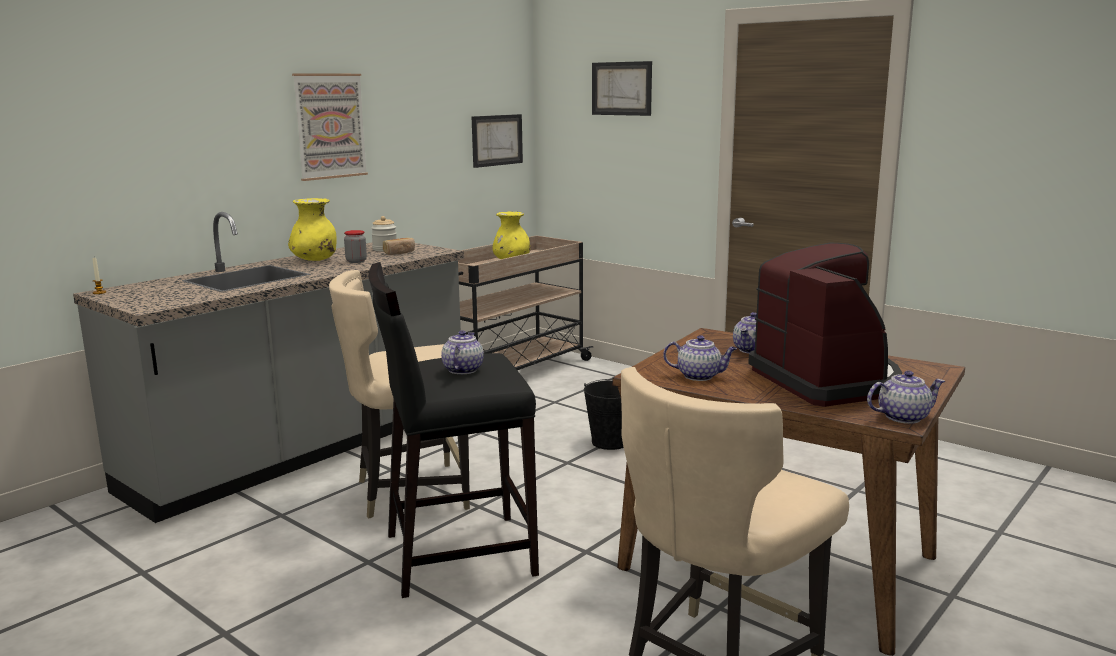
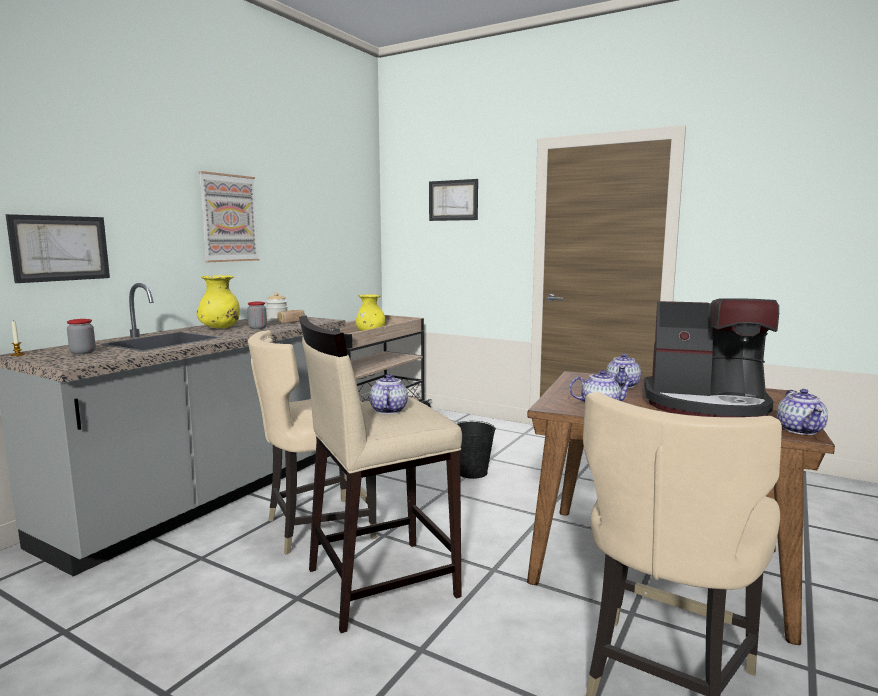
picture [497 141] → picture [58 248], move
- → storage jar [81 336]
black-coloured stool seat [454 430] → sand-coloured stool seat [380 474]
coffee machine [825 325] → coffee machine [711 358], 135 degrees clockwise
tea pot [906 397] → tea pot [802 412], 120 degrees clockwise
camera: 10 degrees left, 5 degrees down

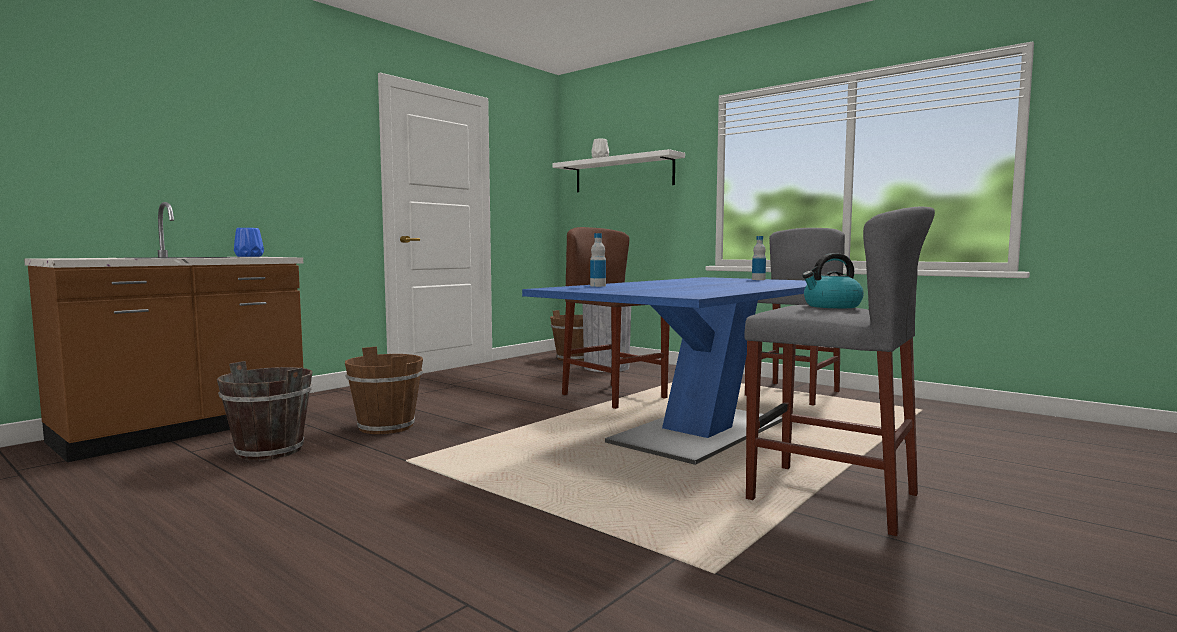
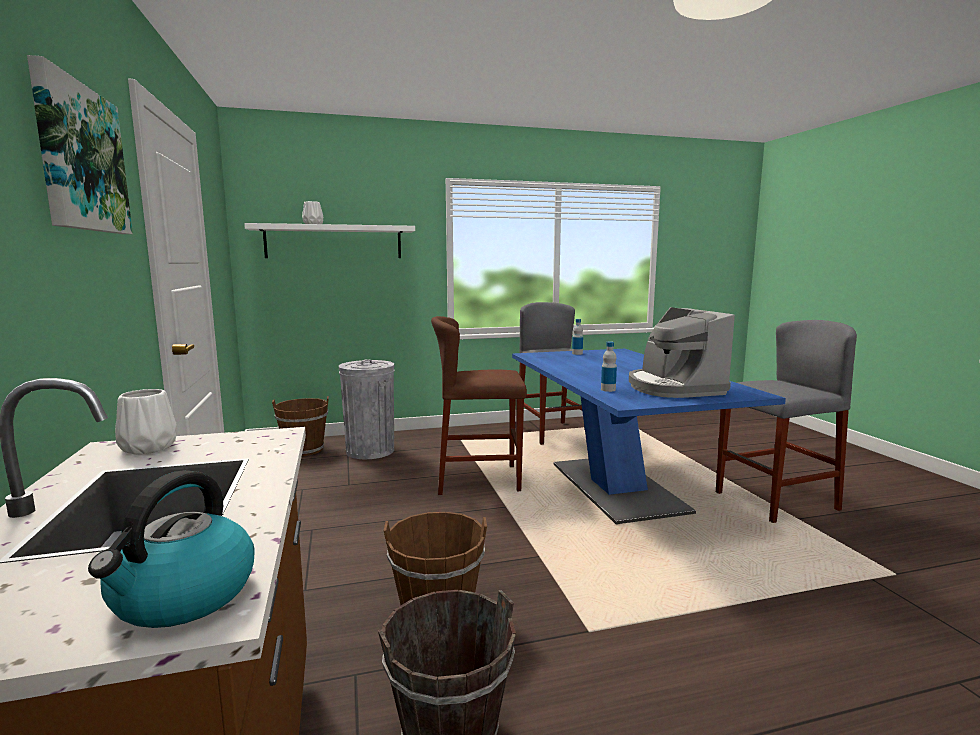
- → picture [80 144]
tea kettle [833 280] → tea kettle [171 549], move
bluish decorative vase [249 242] → white decorative vase [146 422]
- → coffee machine [682 352]
camera: 55 degrees left, 5 degrees up

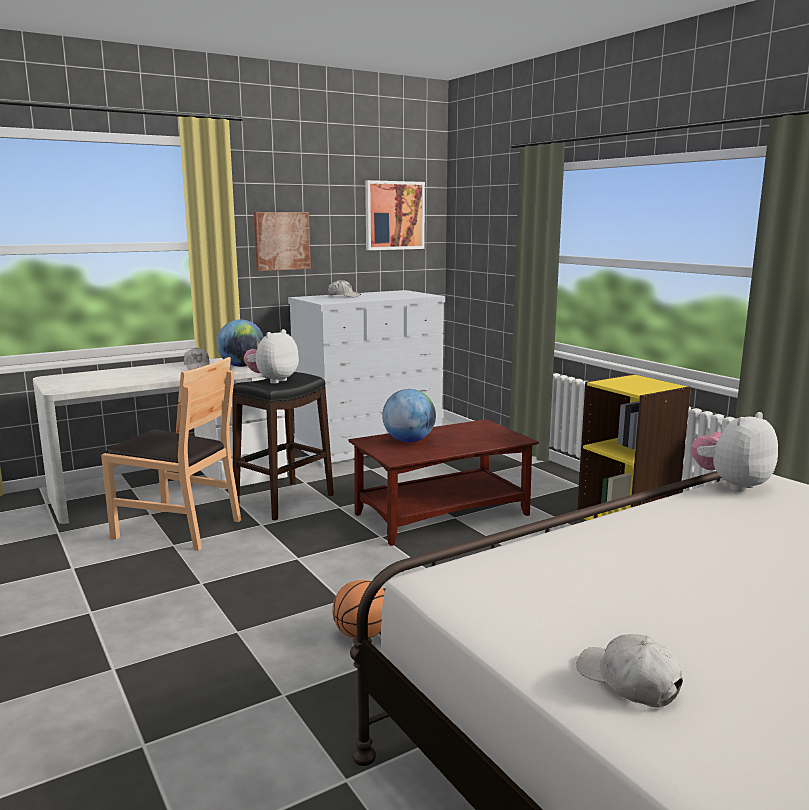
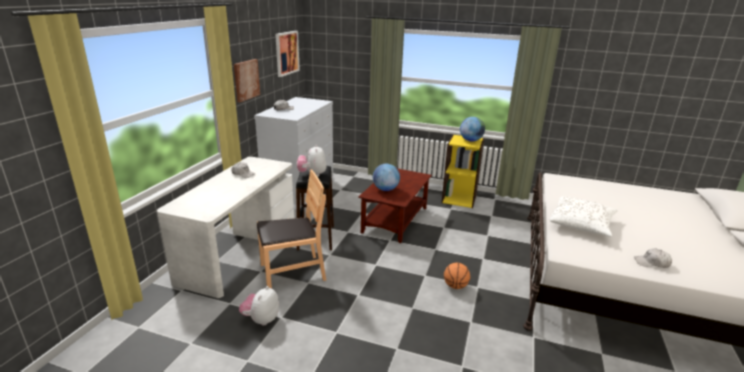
soft toy [734 452] → soft toy [259 306], move
world globe [240 343] → world globe [472 129], move
- → white cushion [583 216]
camera: 40 degrees left, 10 degrees up

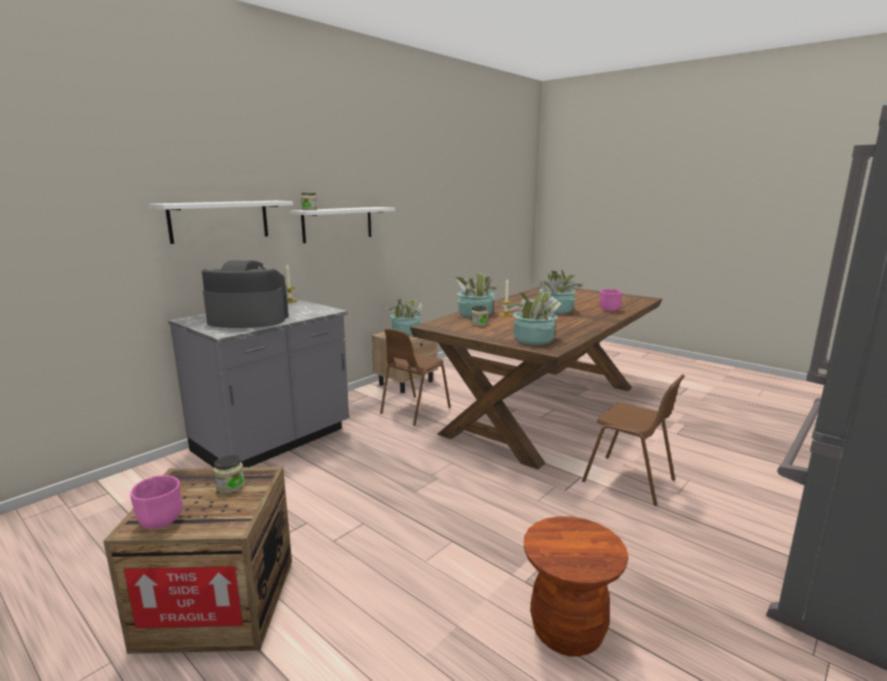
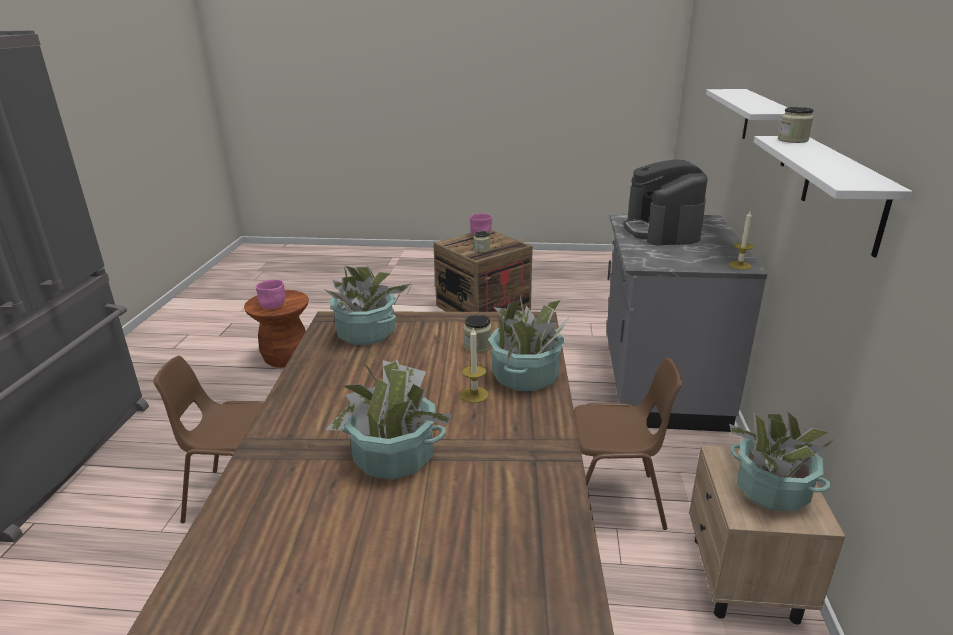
pink deep dish [610 300] → pink deep dish [270 294], move
brown upright chair [415 377] → brown upright chair [628 444], 90 degrees clockwise
coffee machine [245 294] → coffee machine [665 202], 120 degrees clockwise
camera: 145 degrees right, 10 degrees up

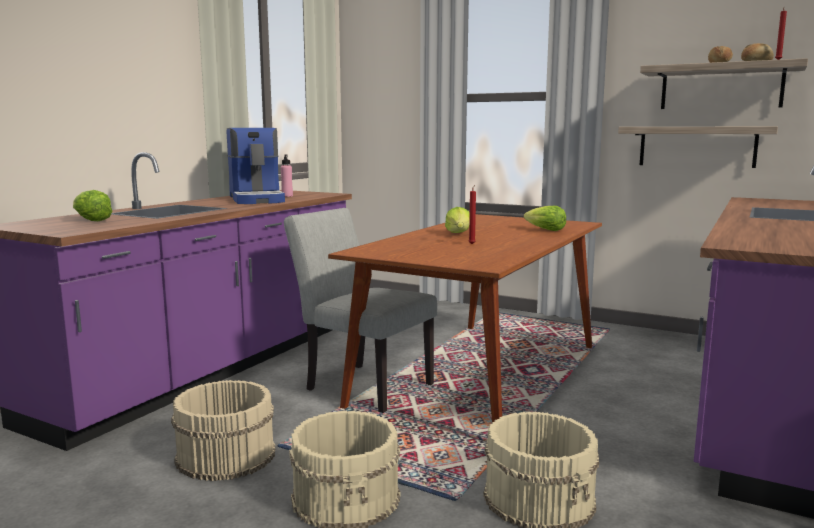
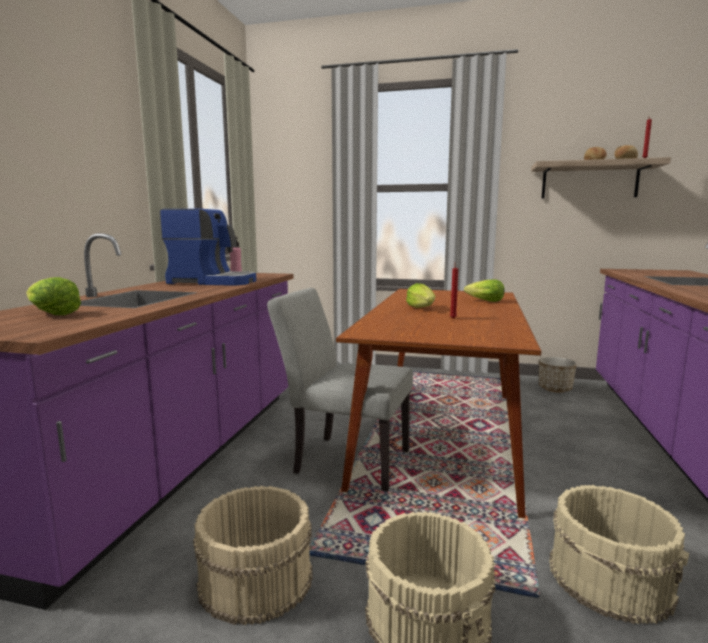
coffee machine [256 166] → coffee machine [208 247], 45 degrees counterclockwise
- → plant pot [558 375]
shelf [698 147] → -
camera: 15 degrees left, 0 degrees up

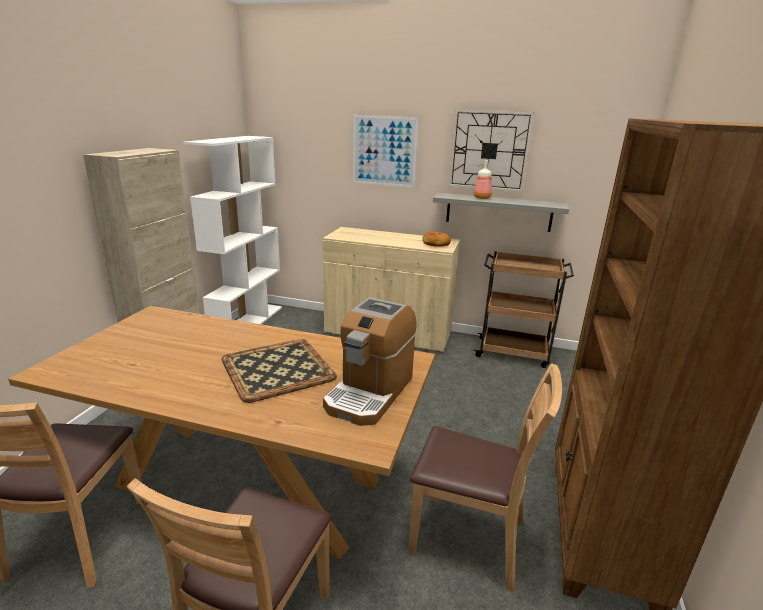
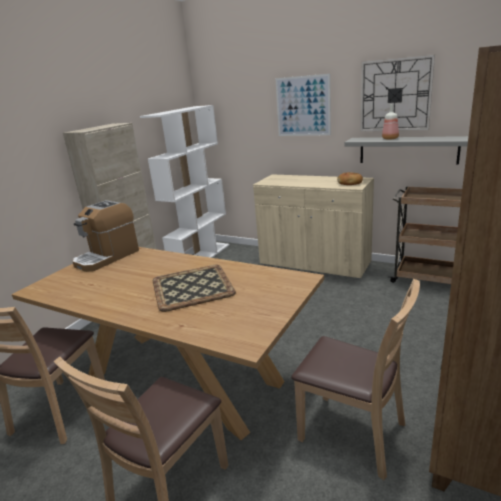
coffee machine [370 361] → coffee machine [105 236], move
camera: 15 degrees right, 0 degrees up

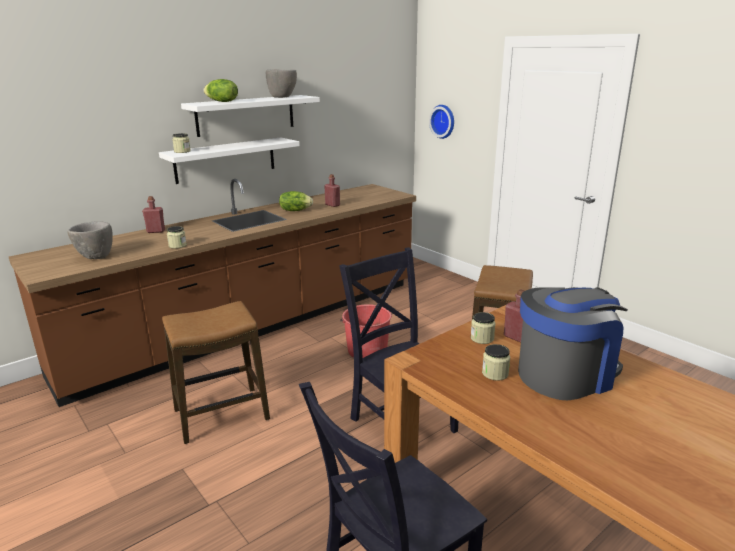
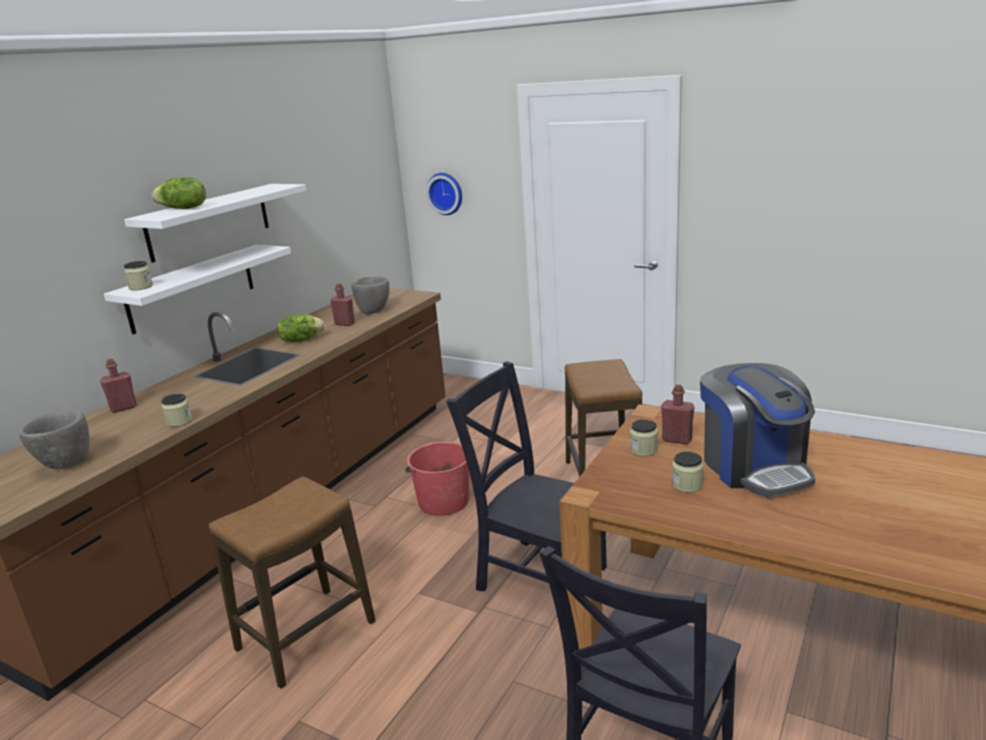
gray deep dish [281 83] → gray deep dish [370 295], move
coffee machine [573 343] → coffee machine [757 430], 120 degrees clockwise
camera: 20 degrees left, 0 degrees up

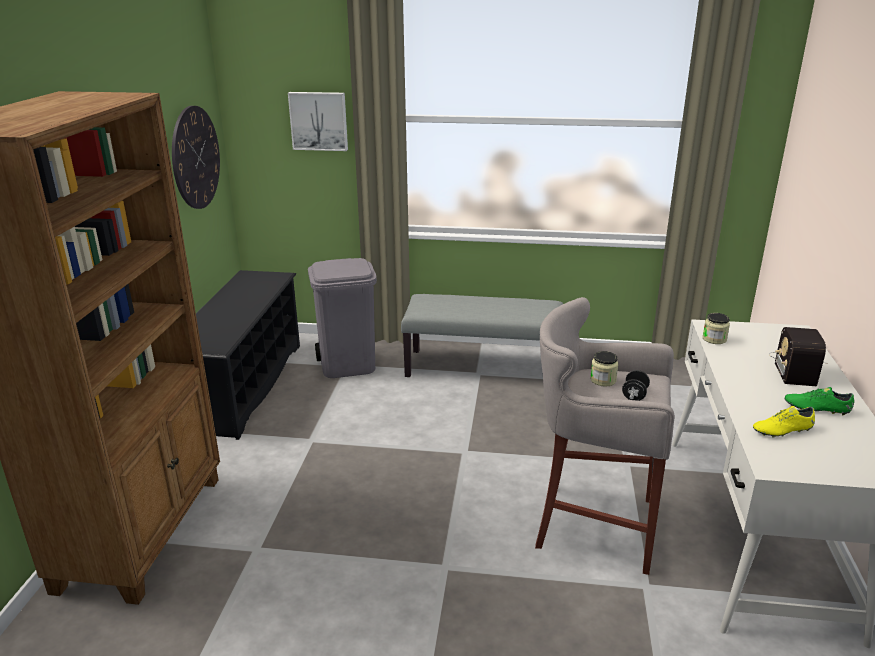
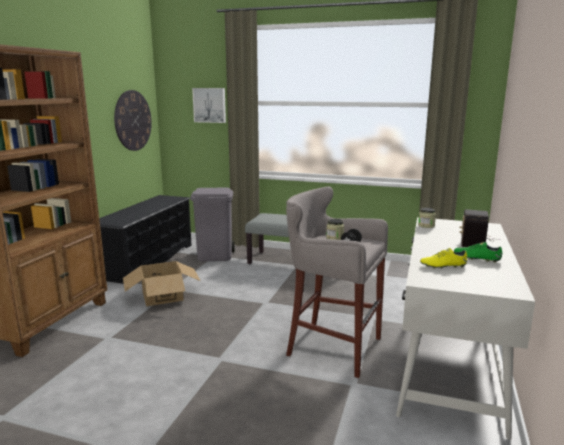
- → packing box [162 283]
camera: 10 degrees right, 10 degrees down

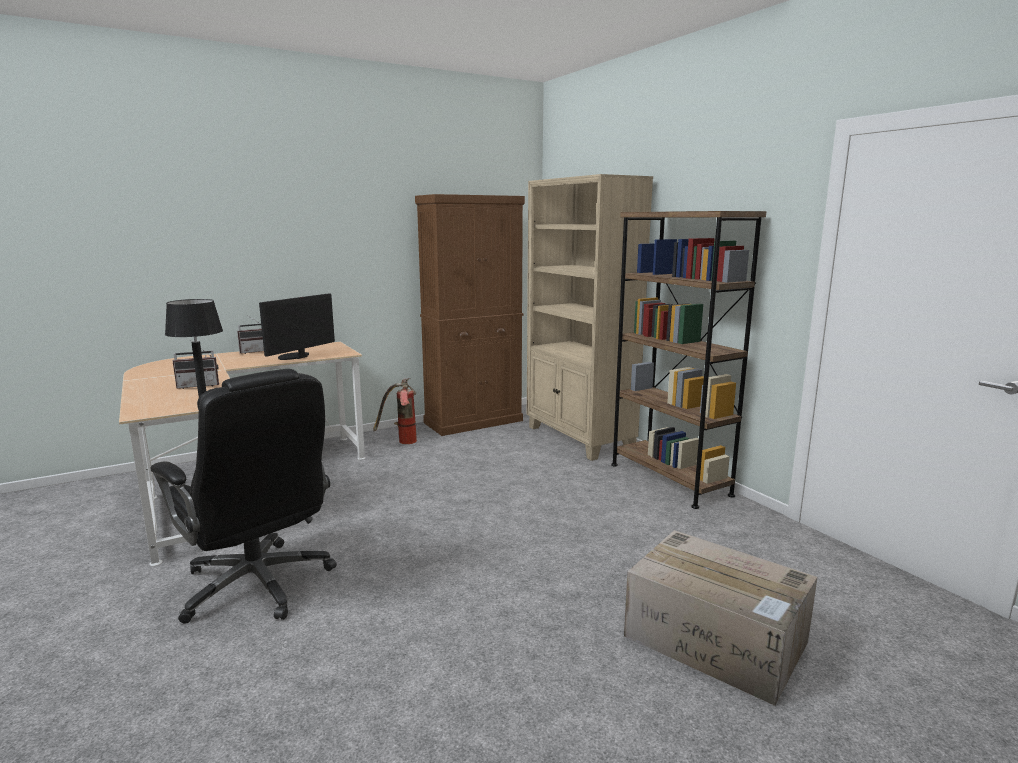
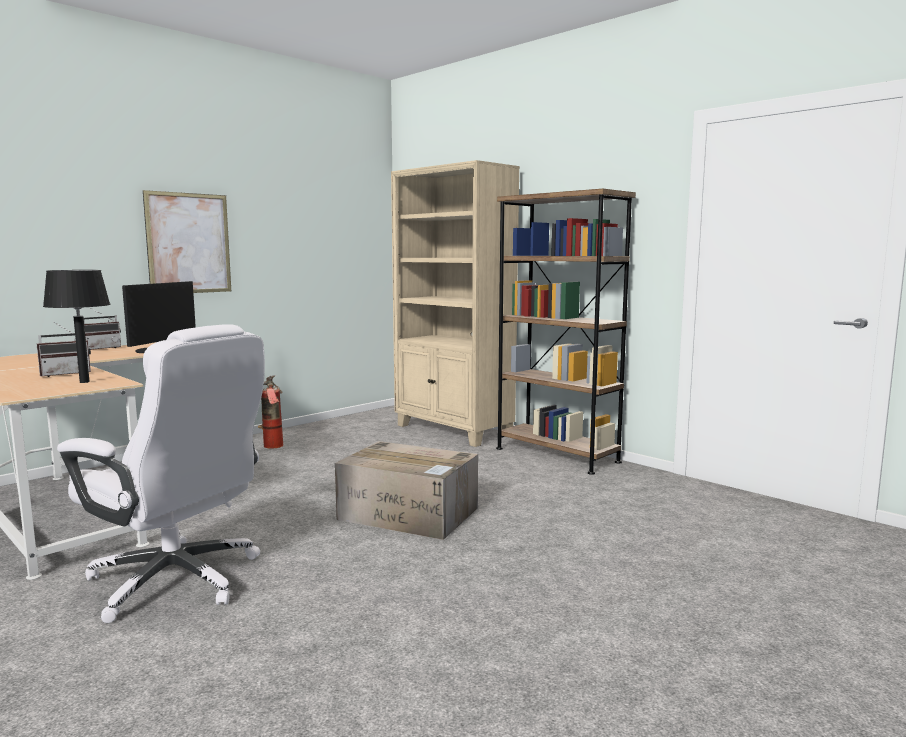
black-coloured desk chair [243 496] → white desk chair [161 473]
- → picture [187 241]
packing box [720 618] → packing box [406 490], move
brown cupboard [470 315] → -
camera: 15 degrees left, 5 degrees down

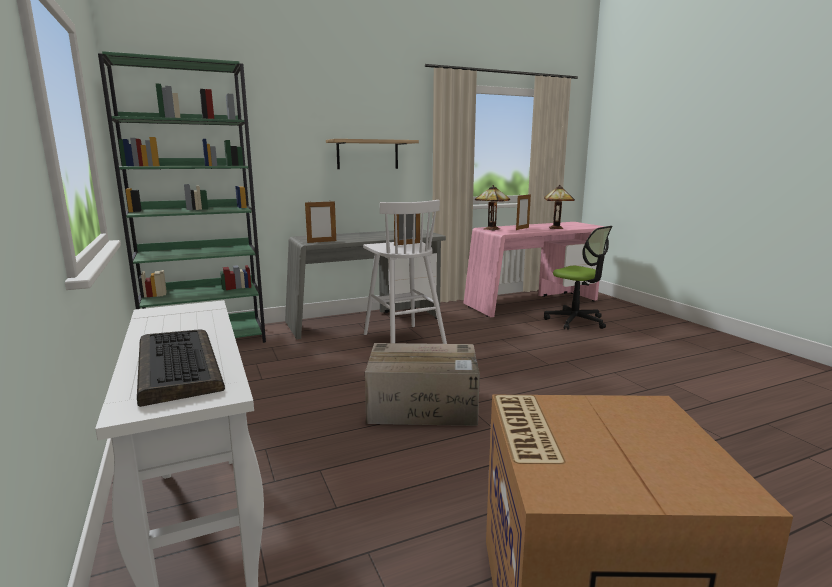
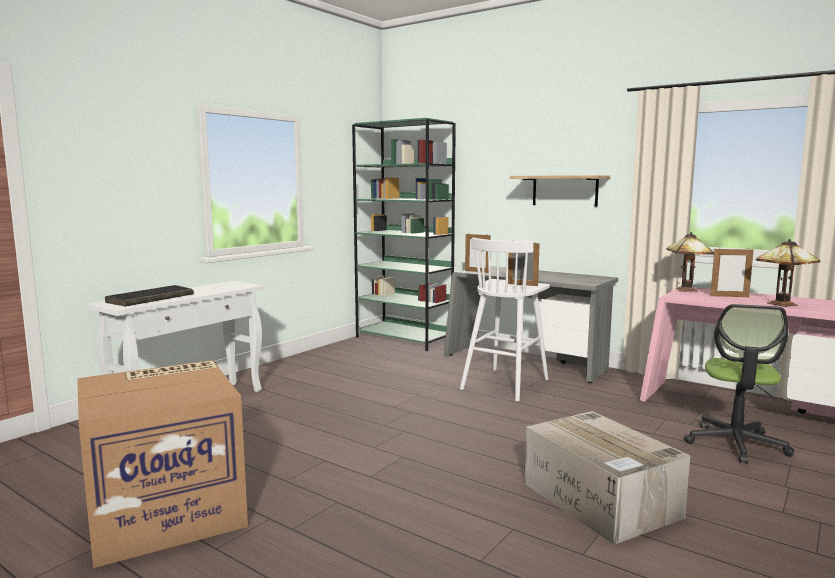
packing box [422 384] → packing box [607 478], move
camera: 60 degrees right, 5 degrees down

